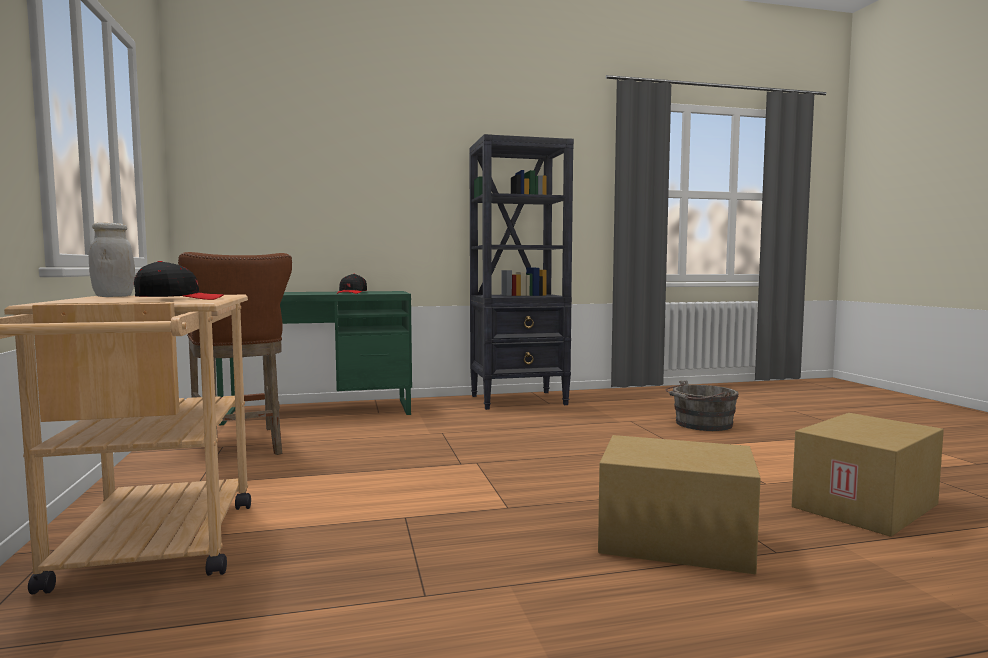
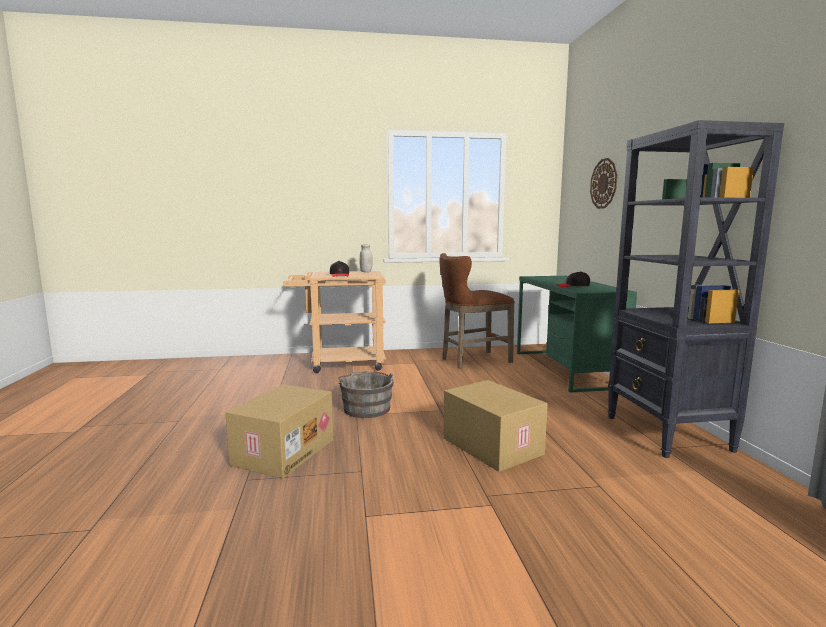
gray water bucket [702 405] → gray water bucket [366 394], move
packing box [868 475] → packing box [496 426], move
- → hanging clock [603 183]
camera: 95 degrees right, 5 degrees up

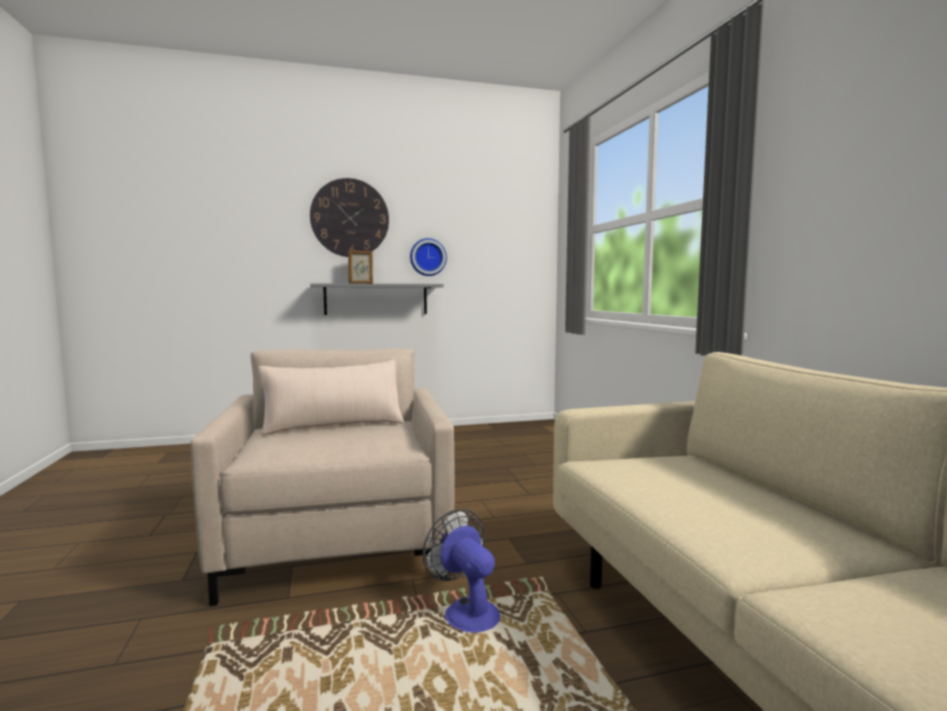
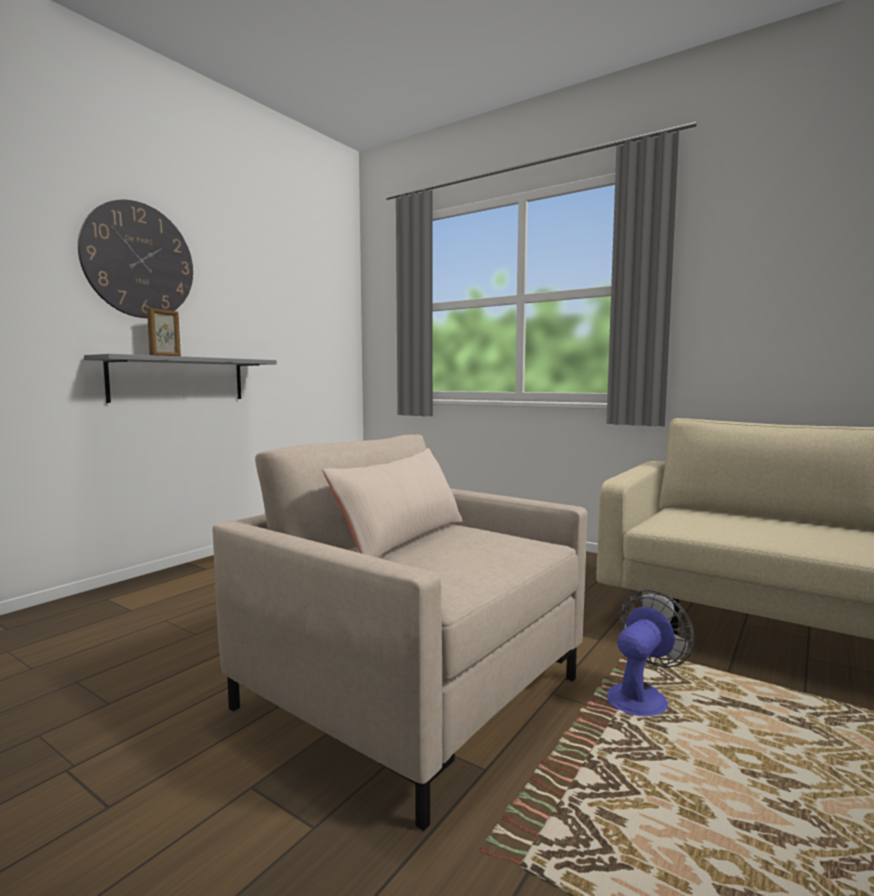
fan [461 571] → fan [651 653], 120 degrees clockwise
hanging clock [428 257] → -
camera: 40 degrees left, 0 degrees up

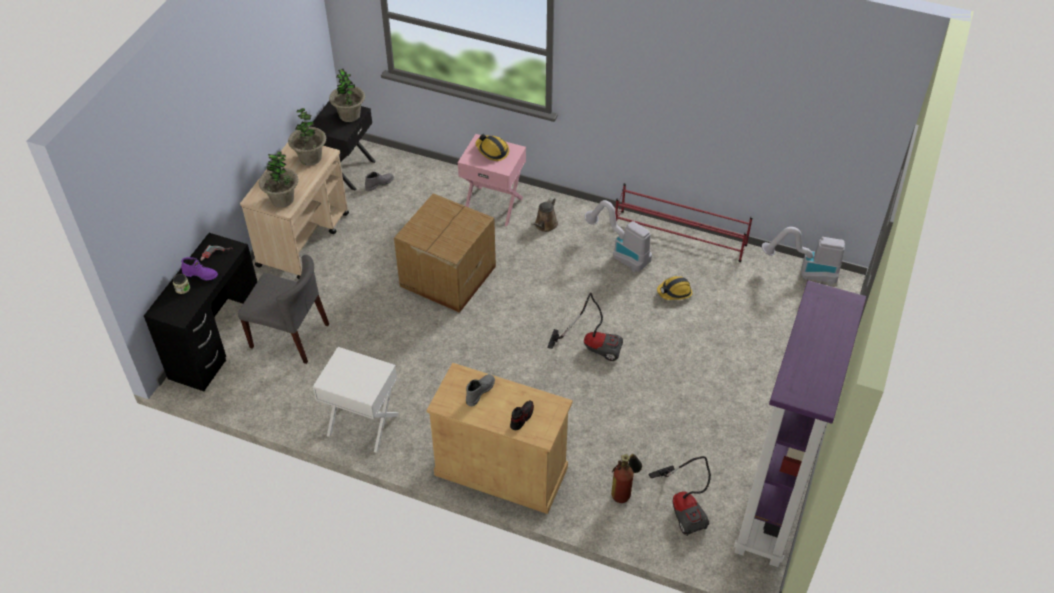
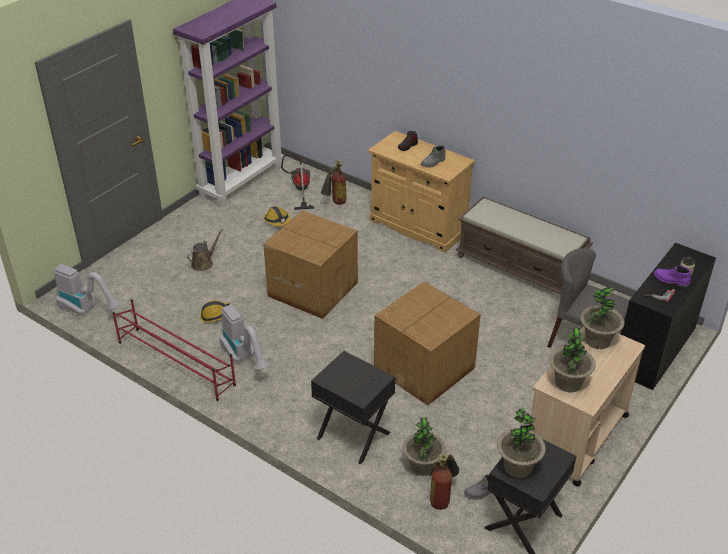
brown sprinkling can [544 214] → brown sprinkling can [205 250], move
safety helmet [492 147] → safety helmet [276 216], move
hoover [585 327] → packing box [310 265]
pink bedside table [492 180] → black-coloured bedside table [353 407]
- → potted plant [424 447]
- → extinguisher [444 481]
white bedside table [356 400] → brown long seat [524 245]
camera: 165 degrees left, 10 degrees down

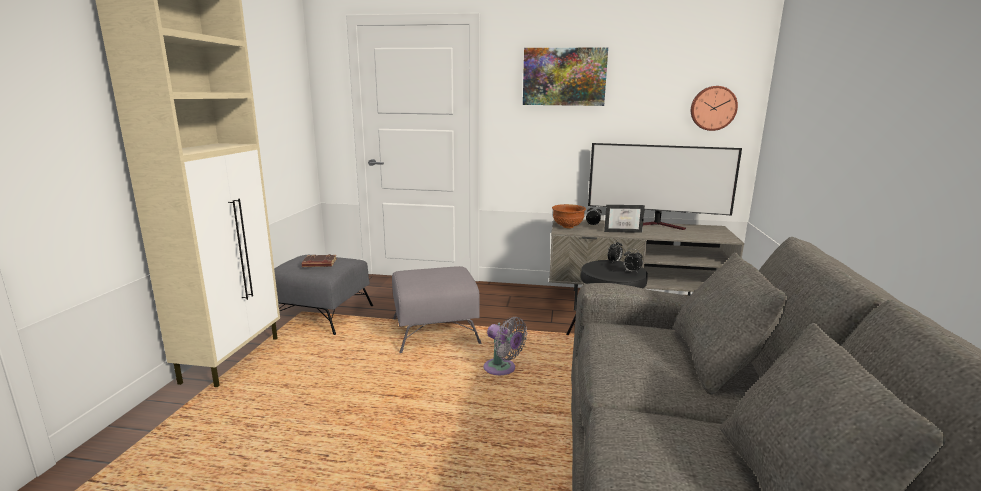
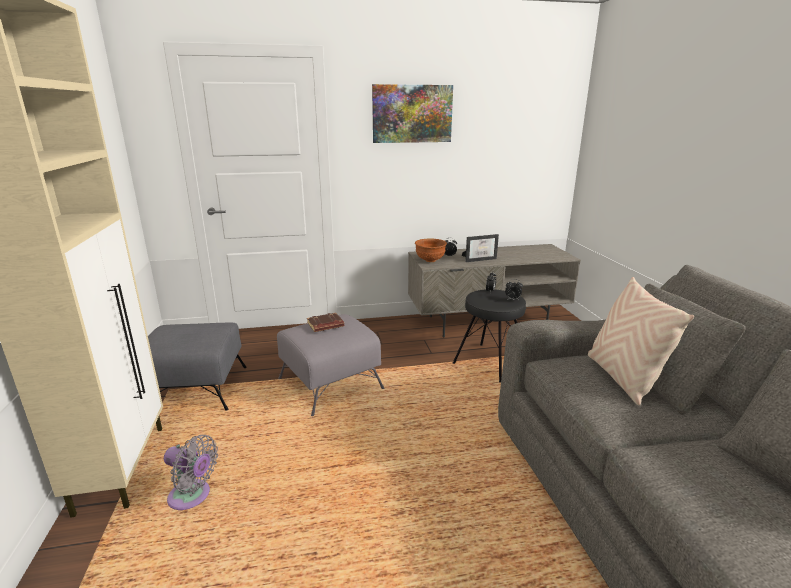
gray fan [505 346] → gray fan [191 472], move
brown bound book [319 260] → brown bound book [325 322], move
- → sand-coloured cushion [641 341]
television [665 186] → -
hanging clock [714 108] → -
camera: 20 degrees left, 5 degrees up

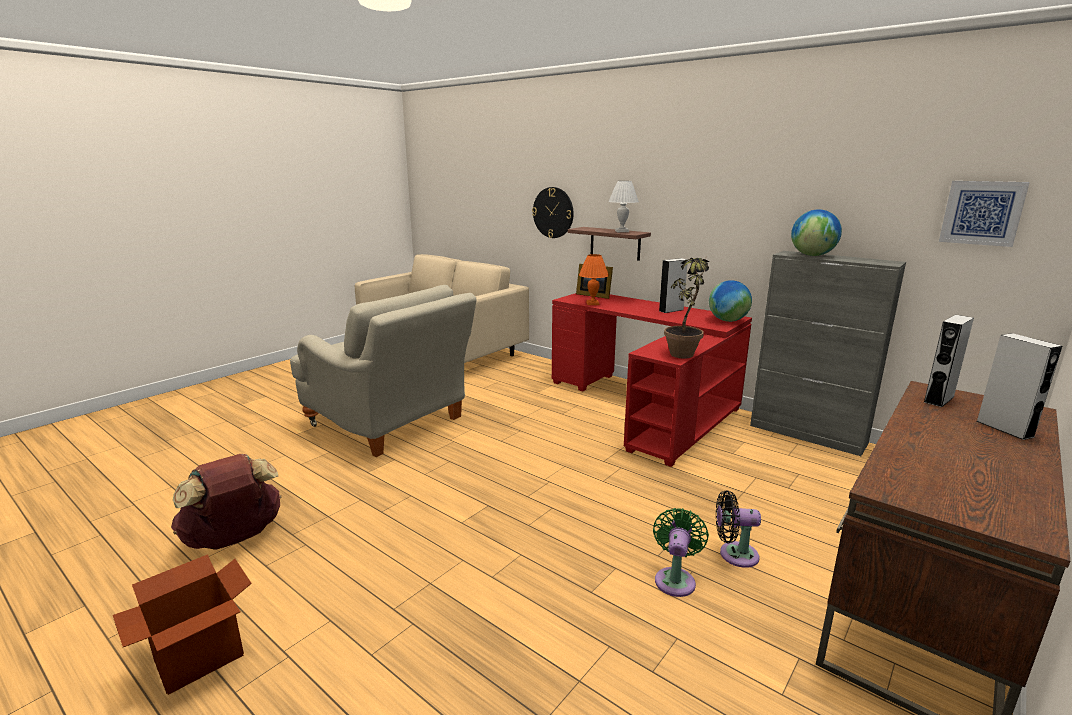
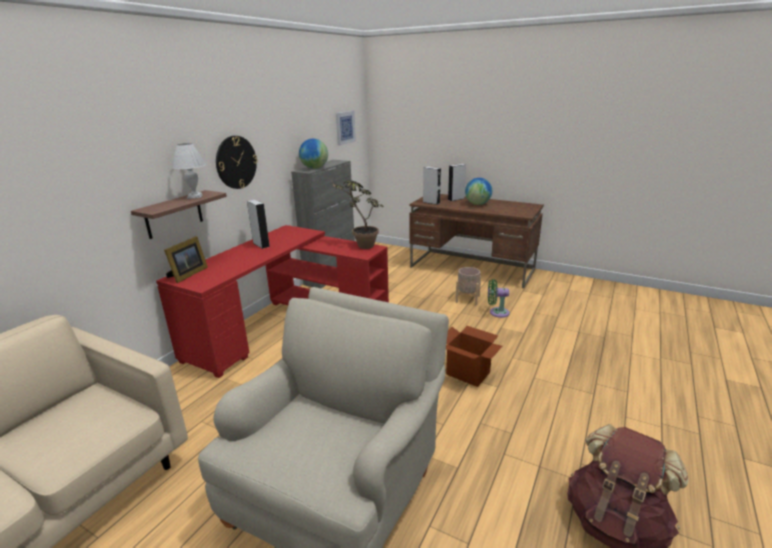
hanging clock [553 212] → hanging clock [236 162], move
packing box [182 624] → packing box [474 356], move
black-coloured fan [738 529] → sand-coloured plant pot [468 286]
world globe [730 301] → world globe [478 191], move
orange-coloured lamp for a table [594 279] → -
camera: 100 degrees left, 5 degrees up

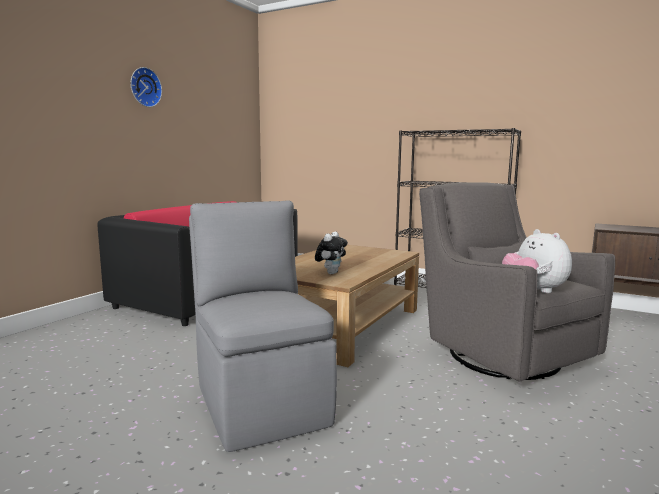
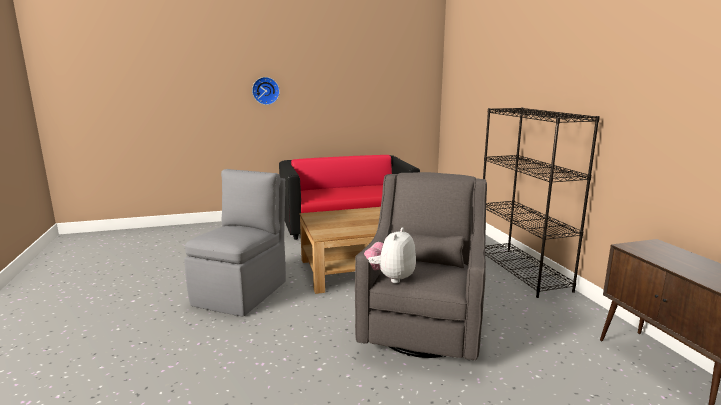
hanging clock [146 87] → hanging clock [266 91], move
soft toy [331 253] → -
camera: 45 degrees right, 5 degrees up

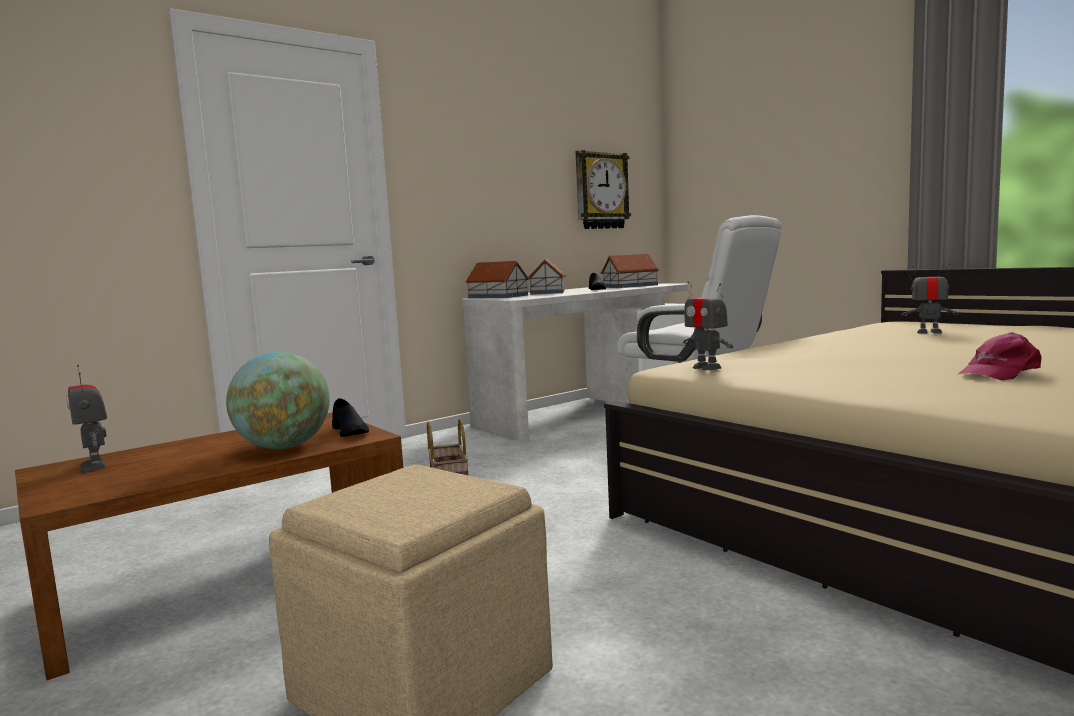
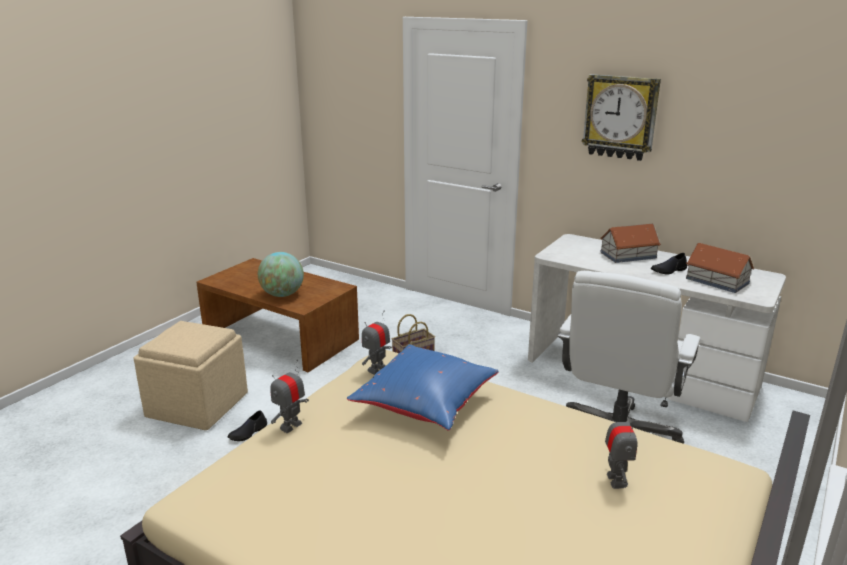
black-coloured shoe [350 417] → black-coloured shoe [247 425], move
robot figure [86 418] → robot figure [289 396], move
- → bluish cushion [423 387]
hanging clock [603 189] → hanging clock [621 117], move
model house [497 279] → -
pink peaked cap [1000 356] → -
camera: 70 degrees right, 15 degrees up

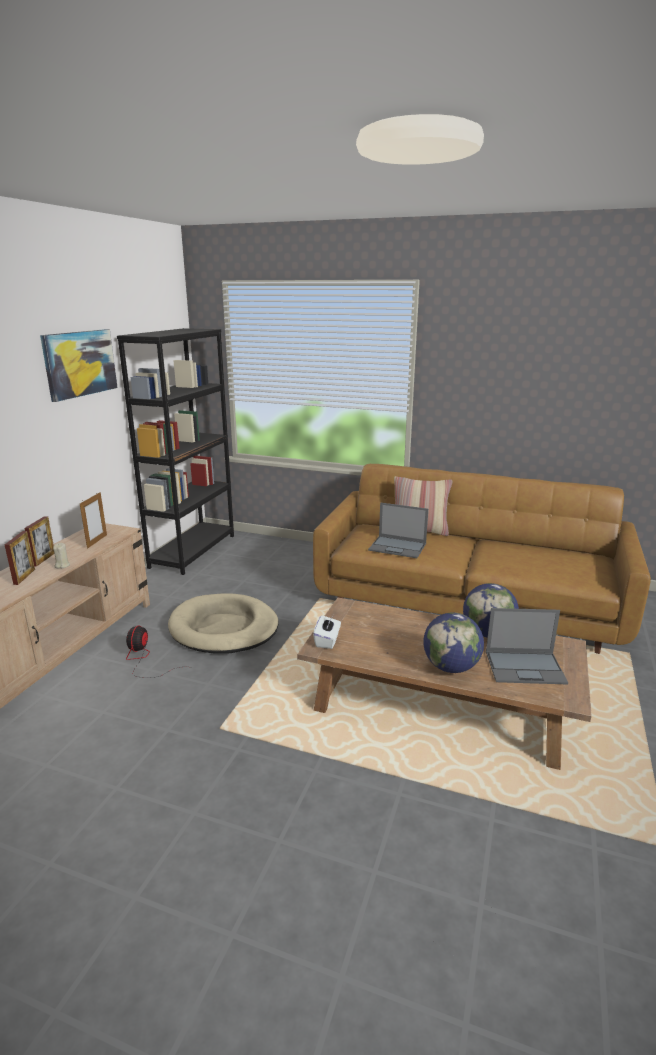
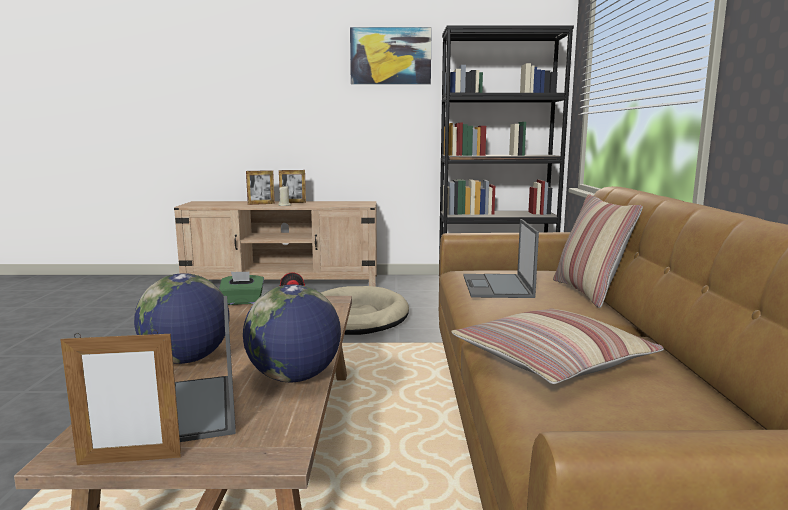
picture frame [93 520] → picture frame [120 397], move
white box of tissues [327 632] → green box of tissues [241 288]
- → cushion [557 346]
camera: 70 degrees right, 10 degrees down

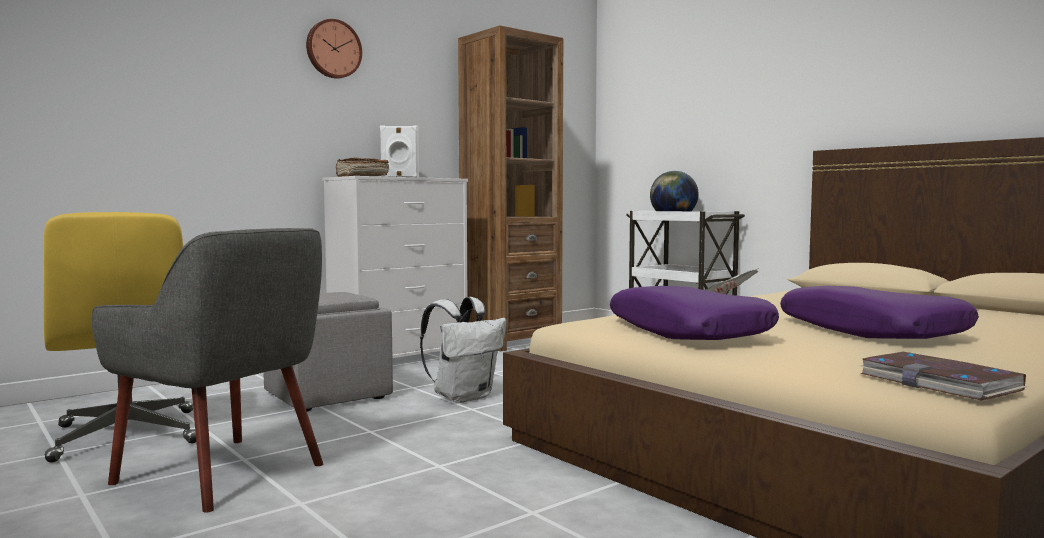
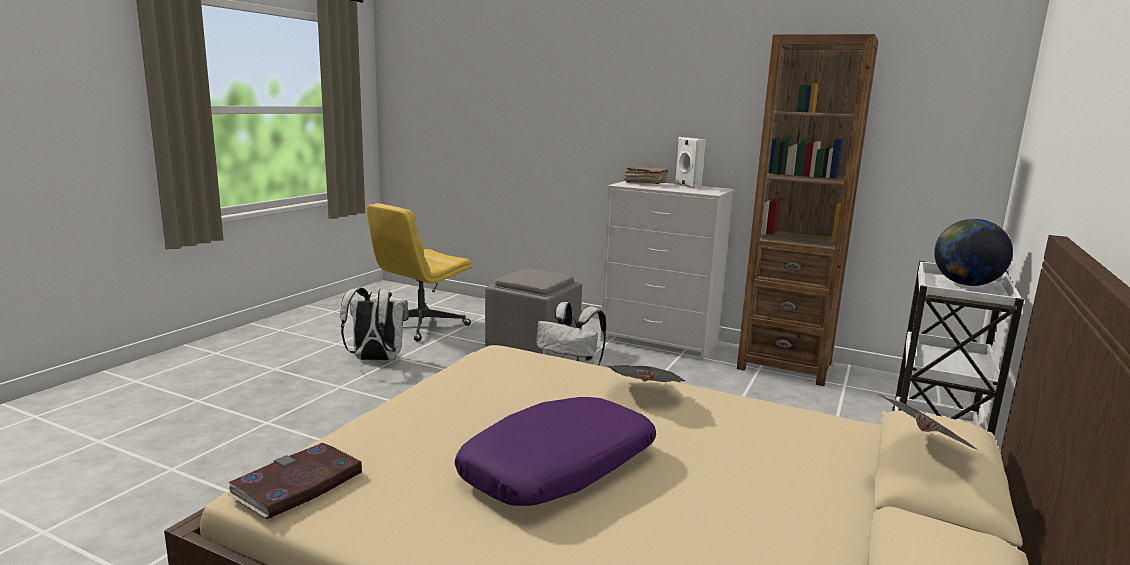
gray lounge chair [207 370] → white knapsack [375 324]
- → printed paper [926 421]
hanging clock [334 49] → -
purple cushion [694 313] → -
camera: 65 degrees right, 10 degrees up

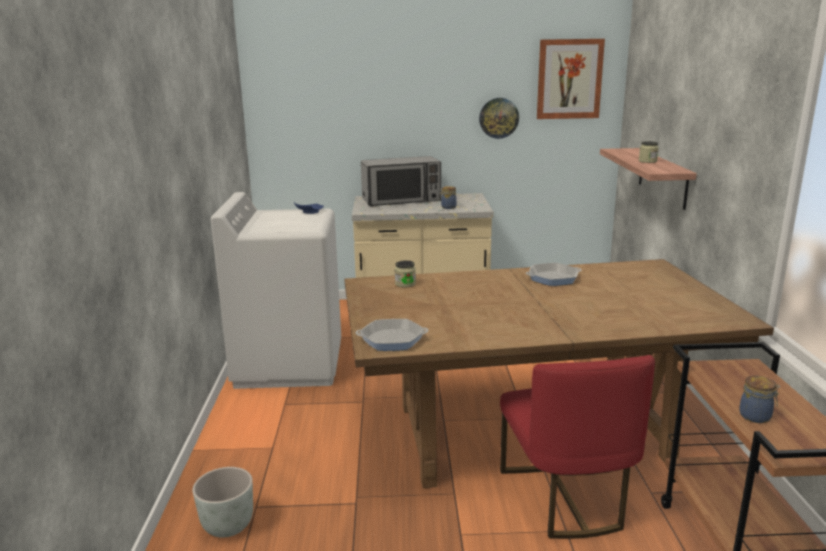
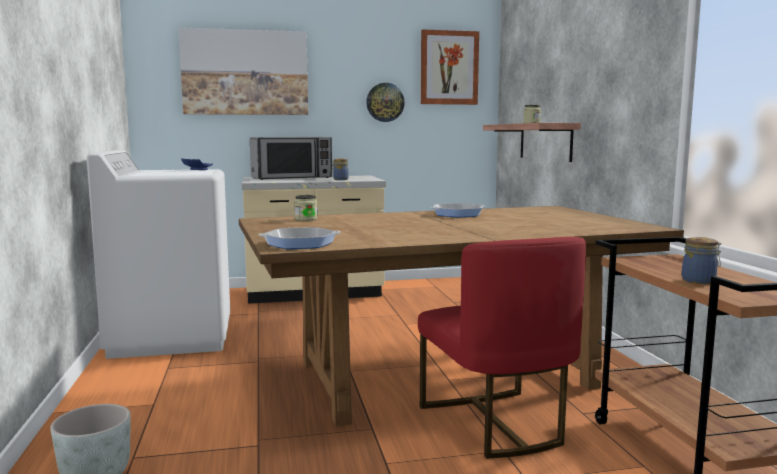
- → picture [243 71]
camera: 10 degrees left, 10 degrees down

